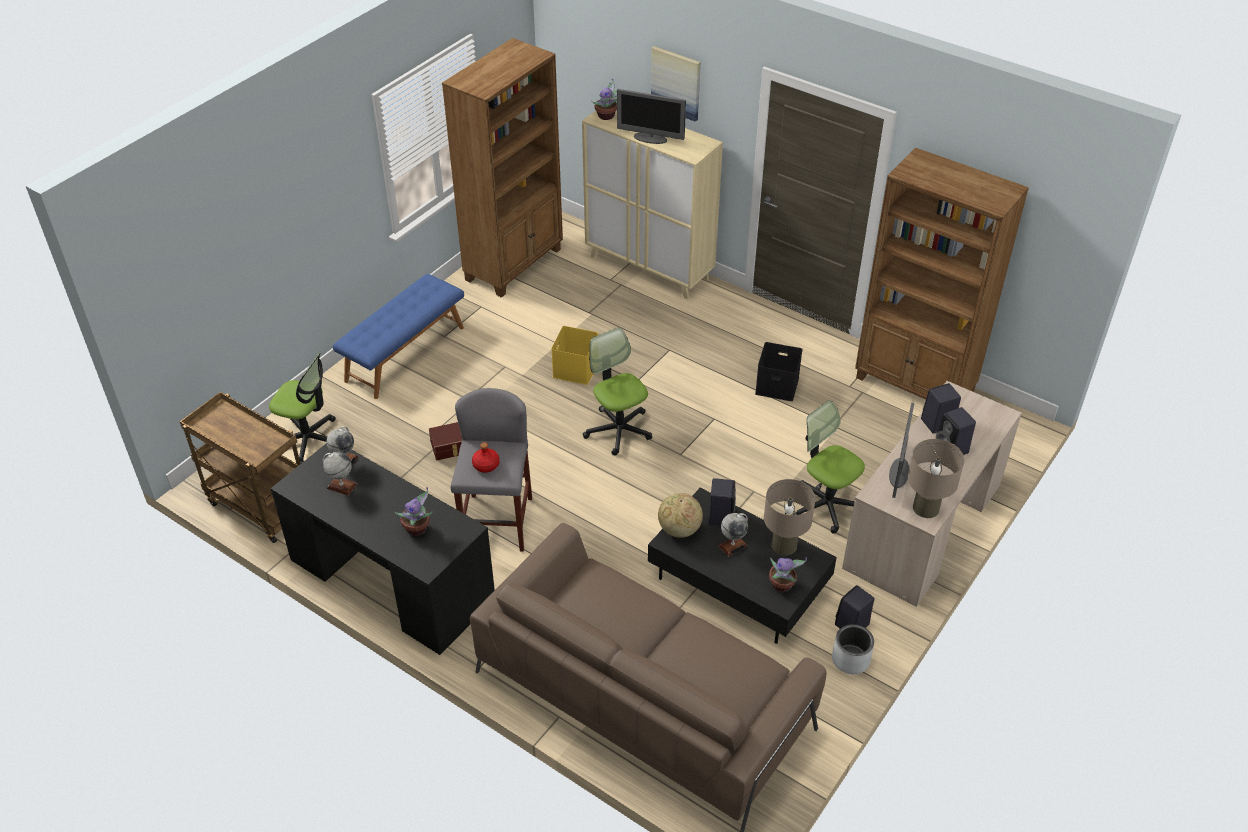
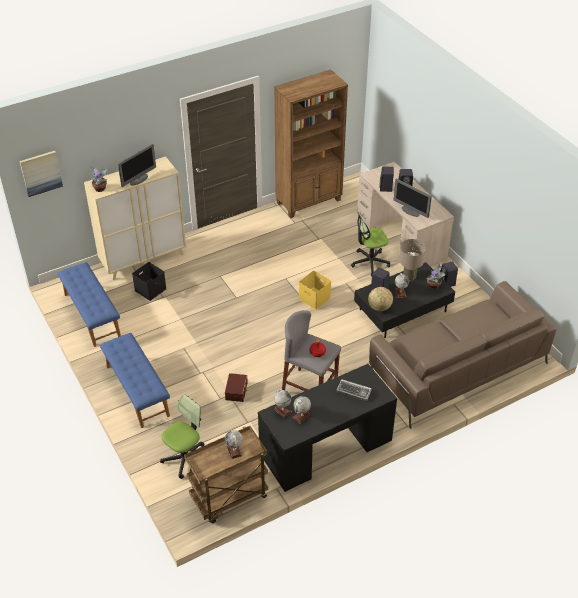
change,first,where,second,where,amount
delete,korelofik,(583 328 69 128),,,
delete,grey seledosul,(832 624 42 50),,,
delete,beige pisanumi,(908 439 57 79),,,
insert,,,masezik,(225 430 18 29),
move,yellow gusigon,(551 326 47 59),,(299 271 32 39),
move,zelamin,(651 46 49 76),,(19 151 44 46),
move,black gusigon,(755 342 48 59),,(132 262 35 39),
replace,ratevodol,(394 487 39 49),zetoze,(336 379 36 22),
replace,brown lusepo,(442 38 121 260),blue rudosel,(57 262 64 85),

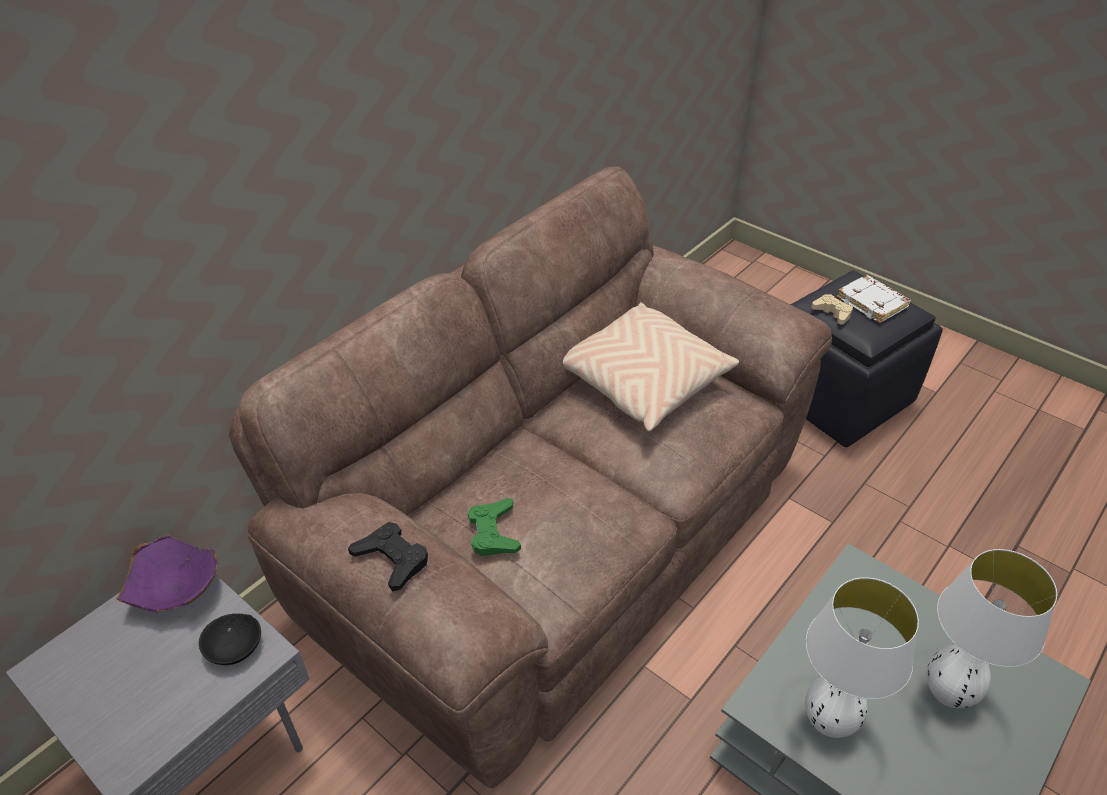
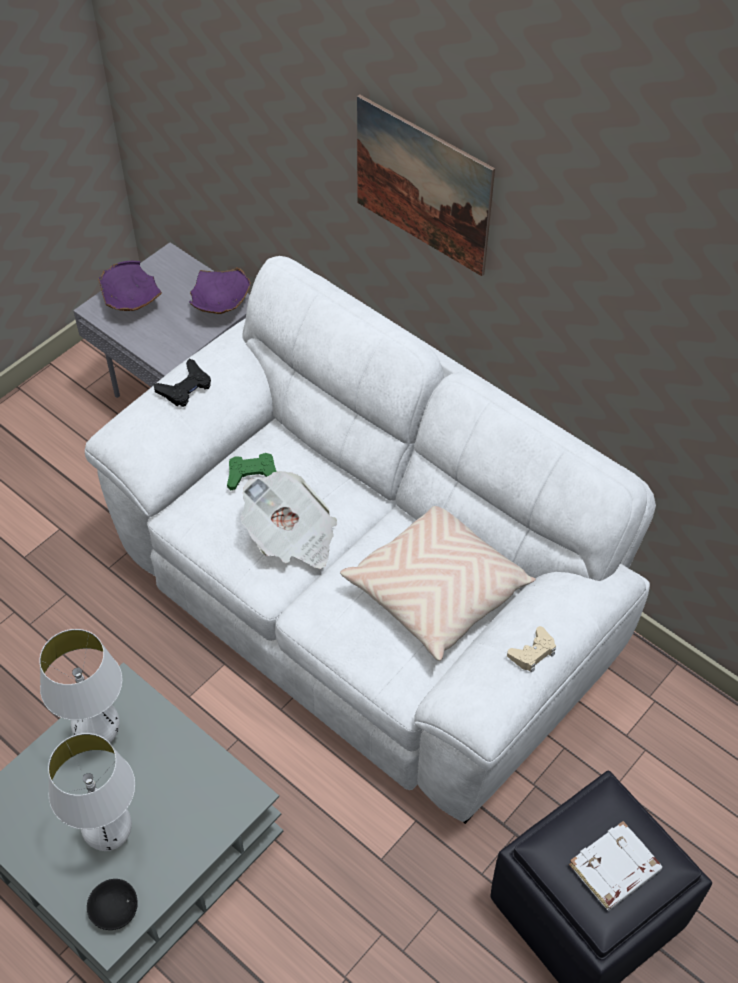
change,first,where,second,where,amount
insert,,,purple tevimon,(99 261 63 50),
insert,,,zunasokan,(240 471 97 98),
insert,,,zelamin,(357 95 138 181),
move,black tevimon,(199 614 62 51),,(87 879 51 51),
move,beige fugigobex,(811 294 42 31),,(507 626 49 46),
recolor,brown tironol,(229 166 603 622),white tironol,(85 256 571 568),

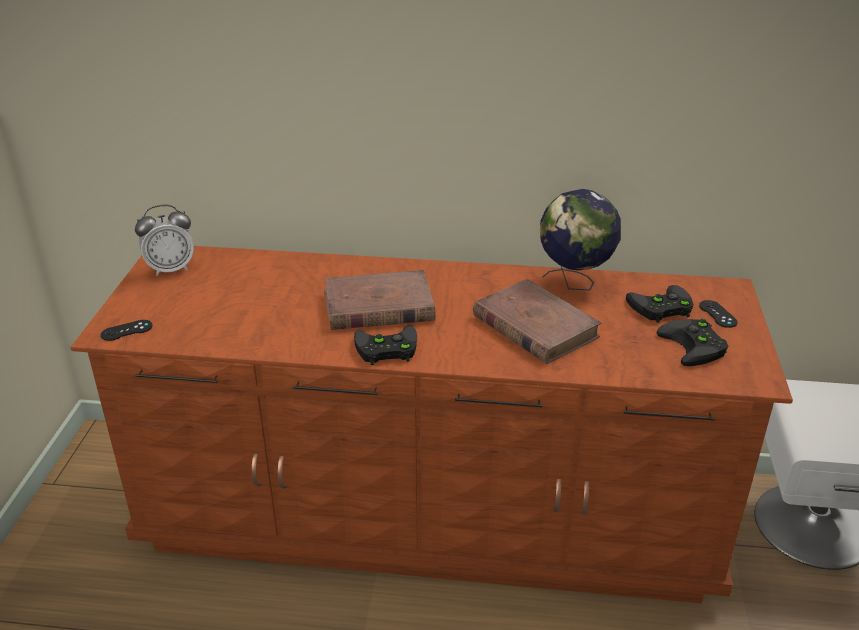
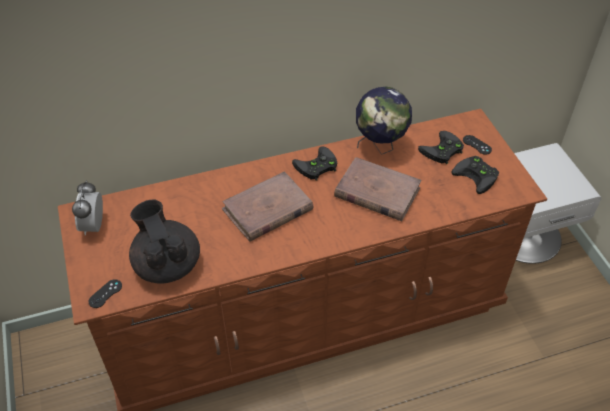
change,first,where,second,where,amount
insert,,,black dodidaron,(129 200 71 84),
move,black fugigobex,(354 325 63 40),,(292 146 45 35),
rotate,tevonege,(135 205 59 71),,(72 181 31 54),135 degrees clockwise

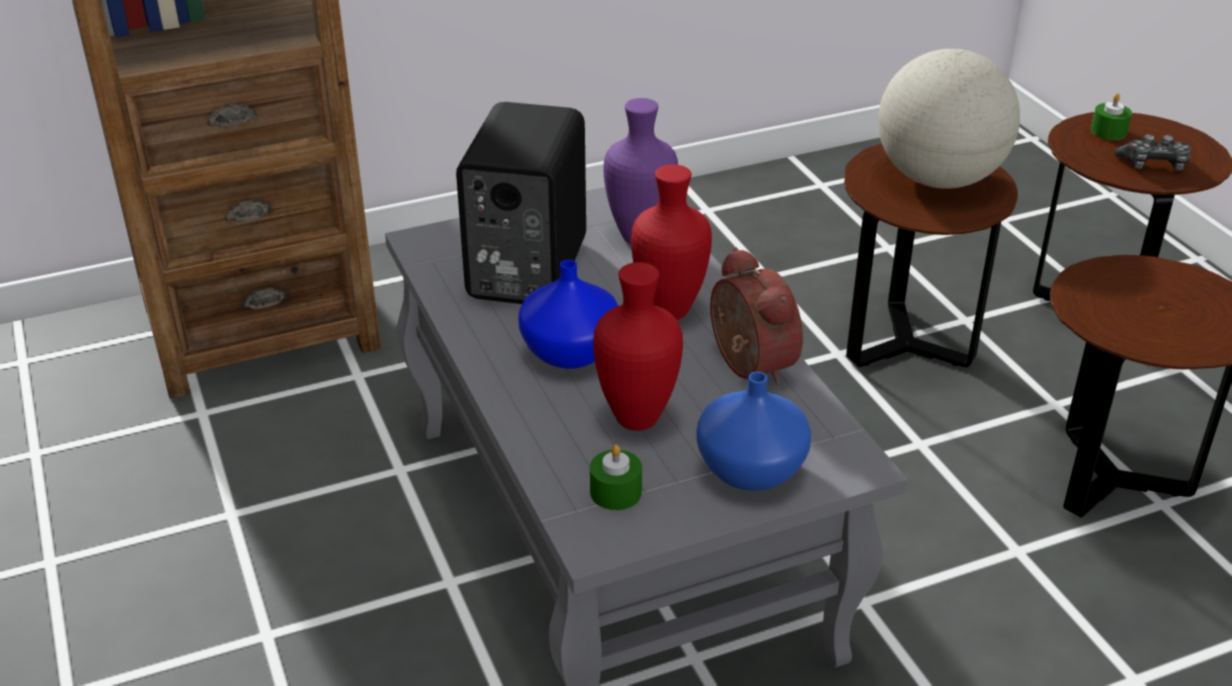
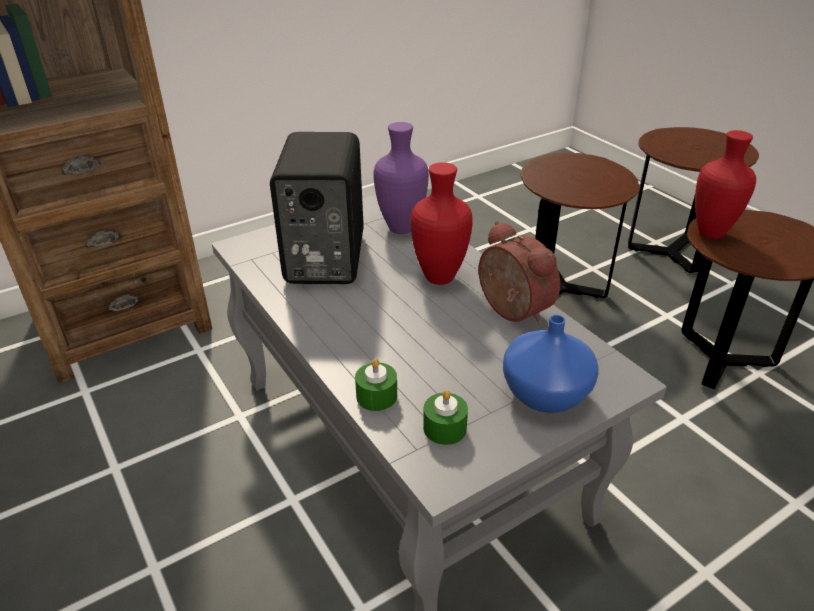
change,first,where,second,where,amount
delete,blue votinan,(518 260 100 109),,,
delete,masezik,(878 49 142 140),,,
delete,fugigobex,(1115 134 77 37),,,
move,red votinan,(593 262 90 169),,(695 130 61 109),
move,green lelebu,(1091 93 41 47),,(355 358 42 53),

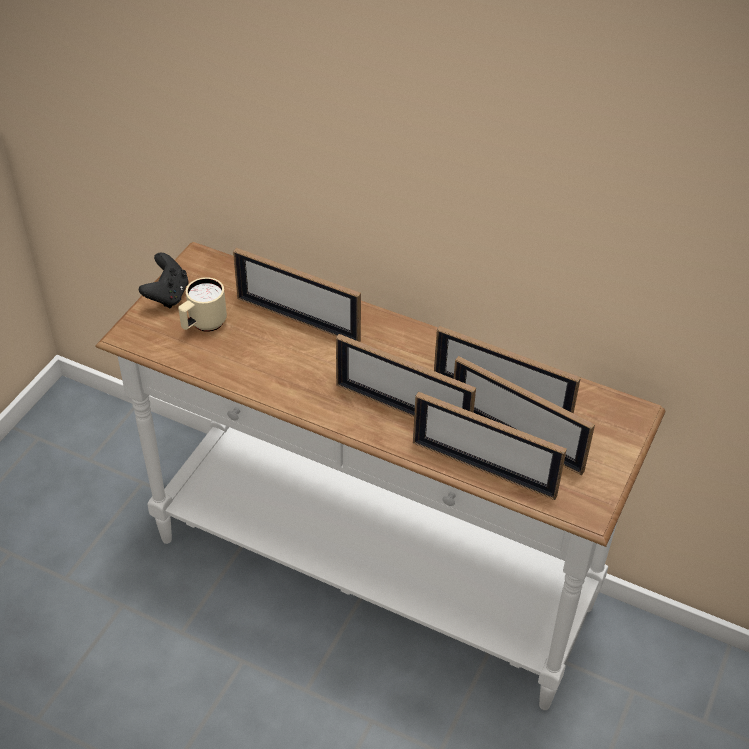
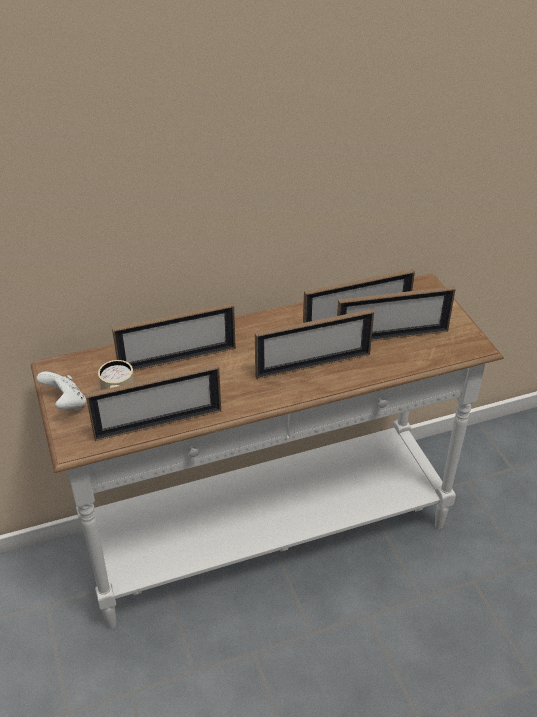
change,first,where,second,where,amount
move,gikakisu,(413 392 154 108),,(85 364 136 77),
recolor,black fugigobex,(139 253 49 55),white fugigobex,(36 371 50 39),

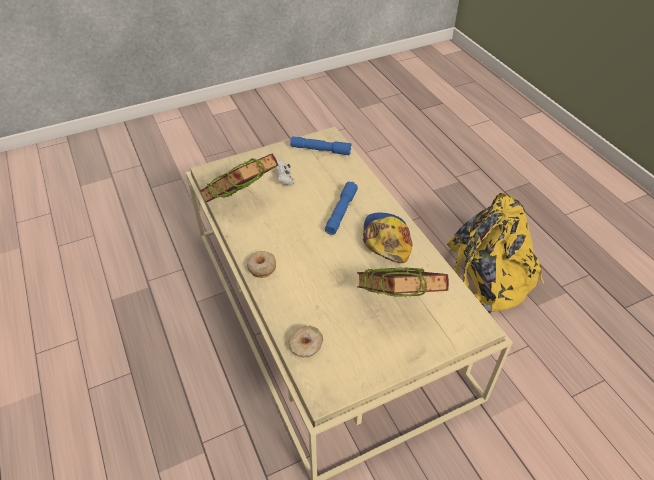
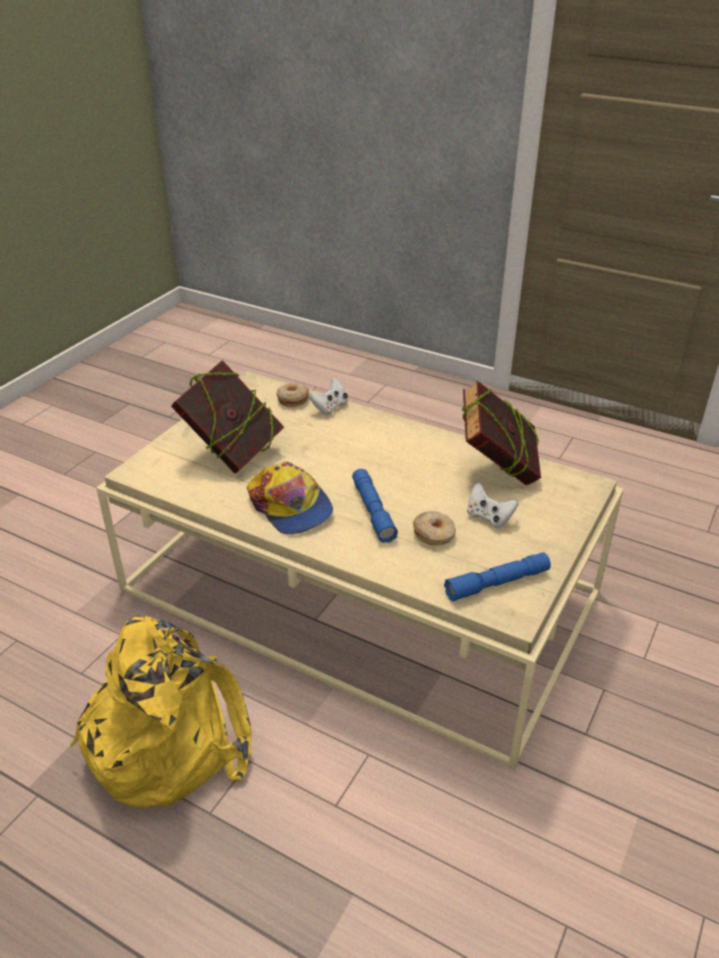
change,first,where,second,where,amount
insert,,,white fugigobex,(309 378 39 37),
move,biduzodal,(247 251 29 27),,(413 511 43 34),

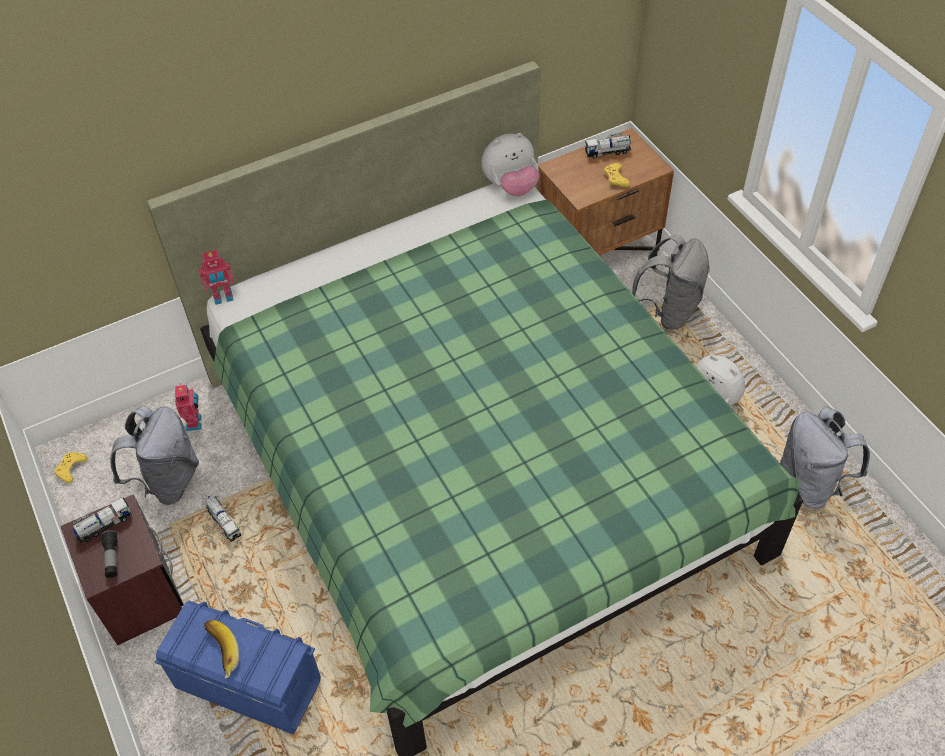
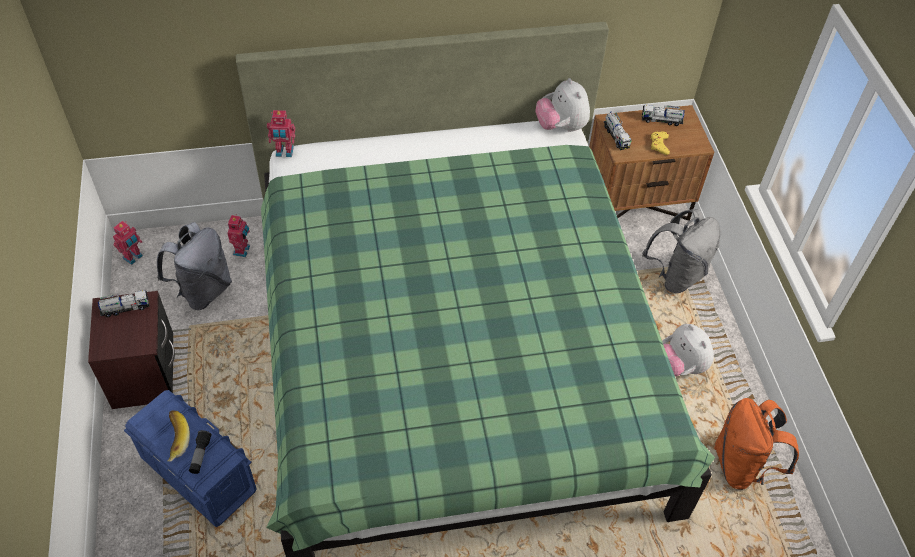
change,first,where,second,where,amount
move,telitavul,(101 530 17 48),,(189 430 23 44),
move,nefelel,(205 495 37 47),,(604 112 28 38),
replace,yellow fugigobex,(55 452 32 31),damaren,(113 221 30 44),
recolor,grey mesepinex,(780 406 90 103),orange mesepinex,(714 398 85 92),
rotate,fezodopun,(481 133 58 63),,(535 78 55 54),75 degrees clockwise

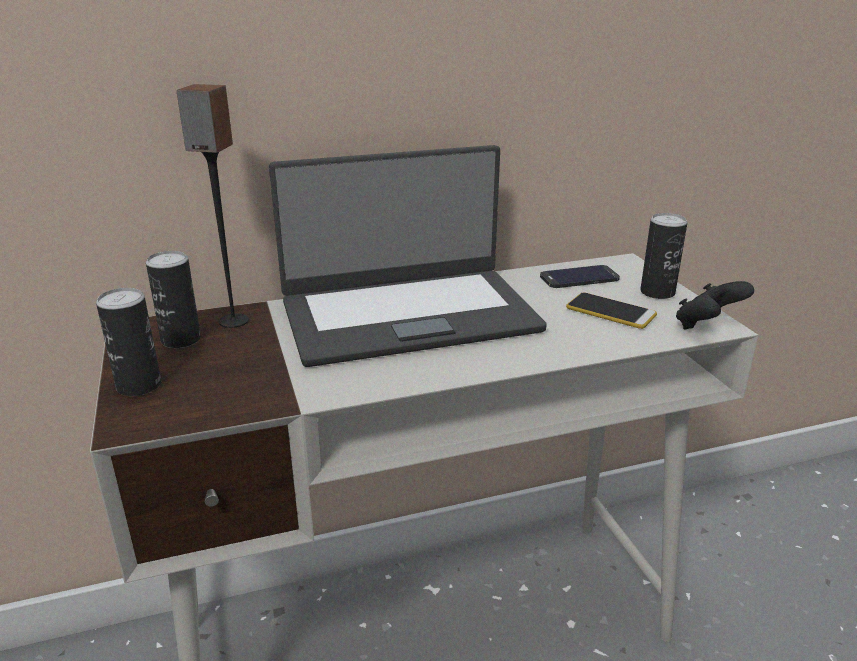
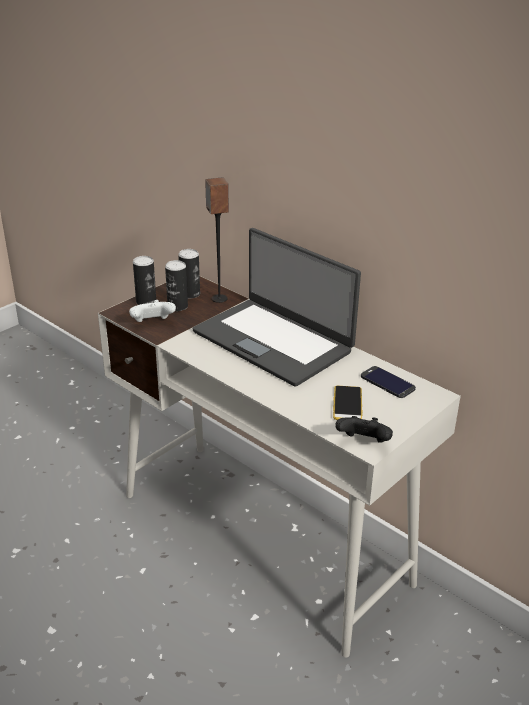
change,first,where,second,where,amount
insert,,,white fugigobex,(129 300 47 22),
move,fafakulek,(640 213 47 86),,(165 260 23 51),

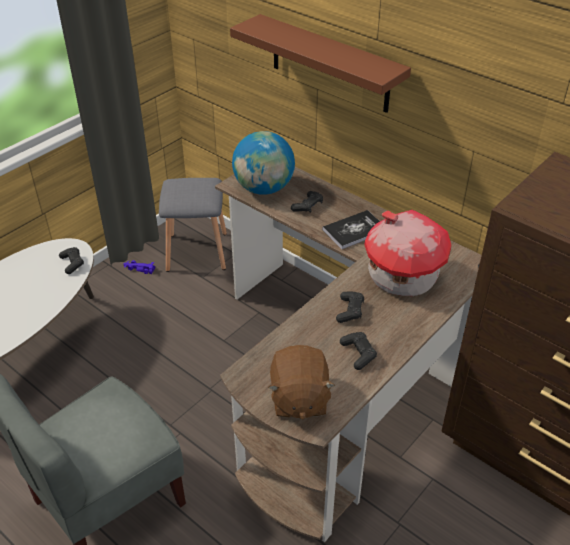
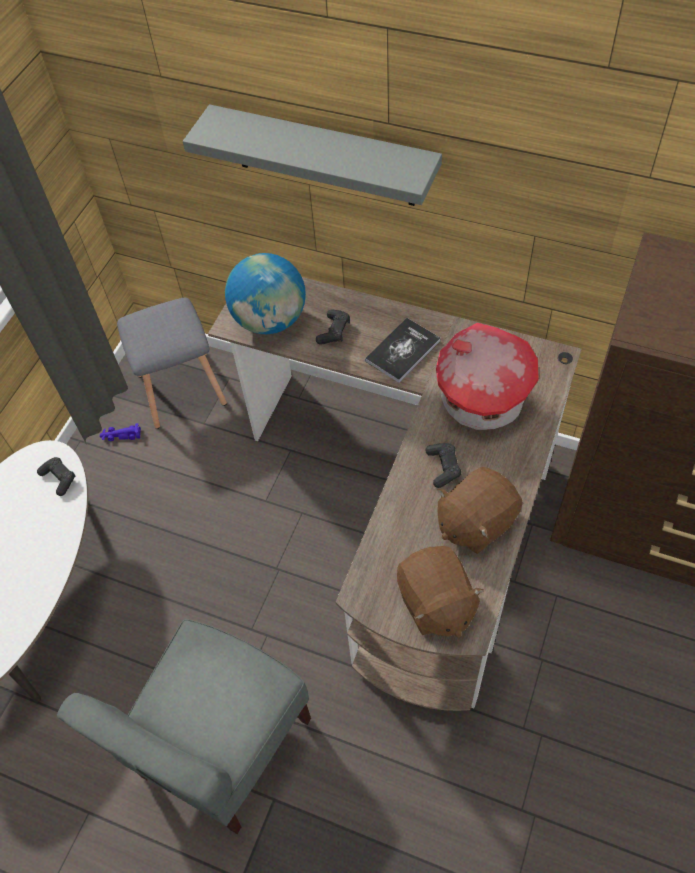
change,first,where,second,where,amount
replace,black fugigobex,(340 332 37 38),brown fezodopun,(437 467 86 87),
recolor,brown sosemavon,(230 14 181 99),grey sosemavon,(183 104 259 102),

